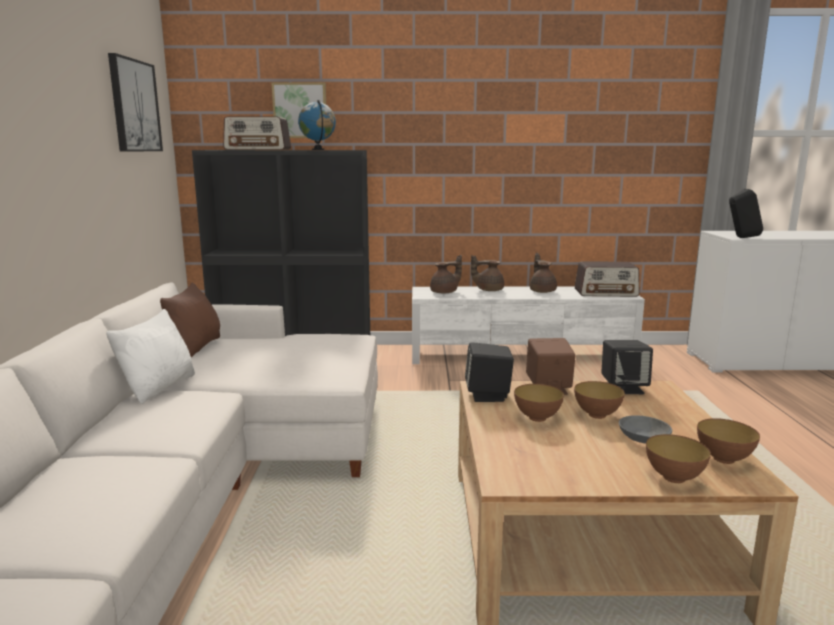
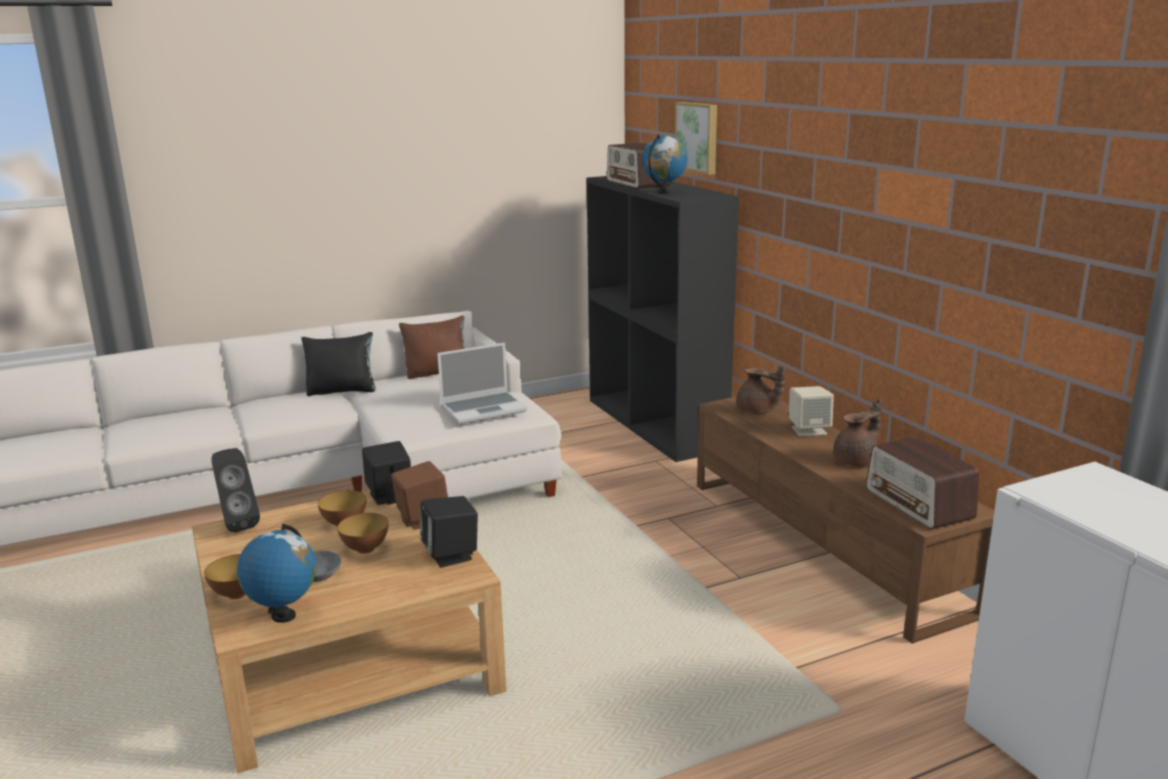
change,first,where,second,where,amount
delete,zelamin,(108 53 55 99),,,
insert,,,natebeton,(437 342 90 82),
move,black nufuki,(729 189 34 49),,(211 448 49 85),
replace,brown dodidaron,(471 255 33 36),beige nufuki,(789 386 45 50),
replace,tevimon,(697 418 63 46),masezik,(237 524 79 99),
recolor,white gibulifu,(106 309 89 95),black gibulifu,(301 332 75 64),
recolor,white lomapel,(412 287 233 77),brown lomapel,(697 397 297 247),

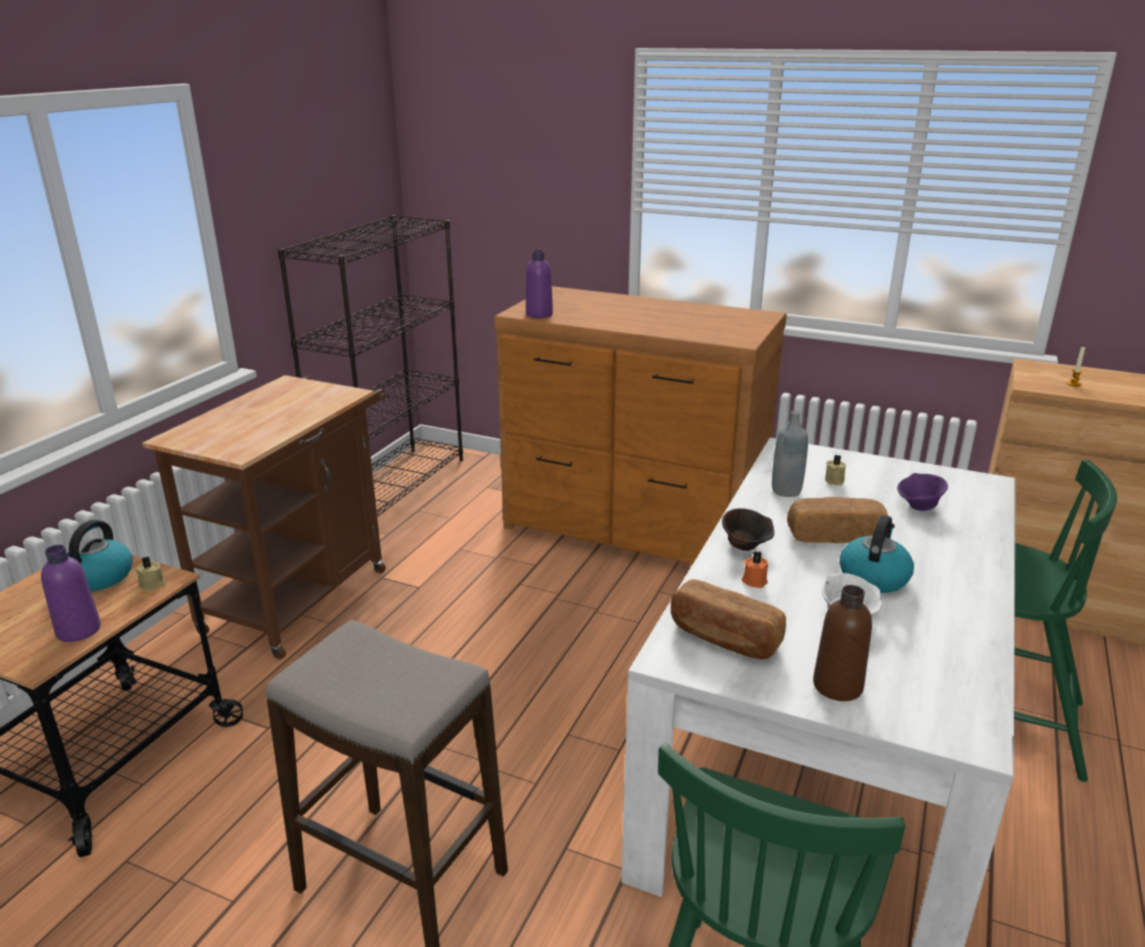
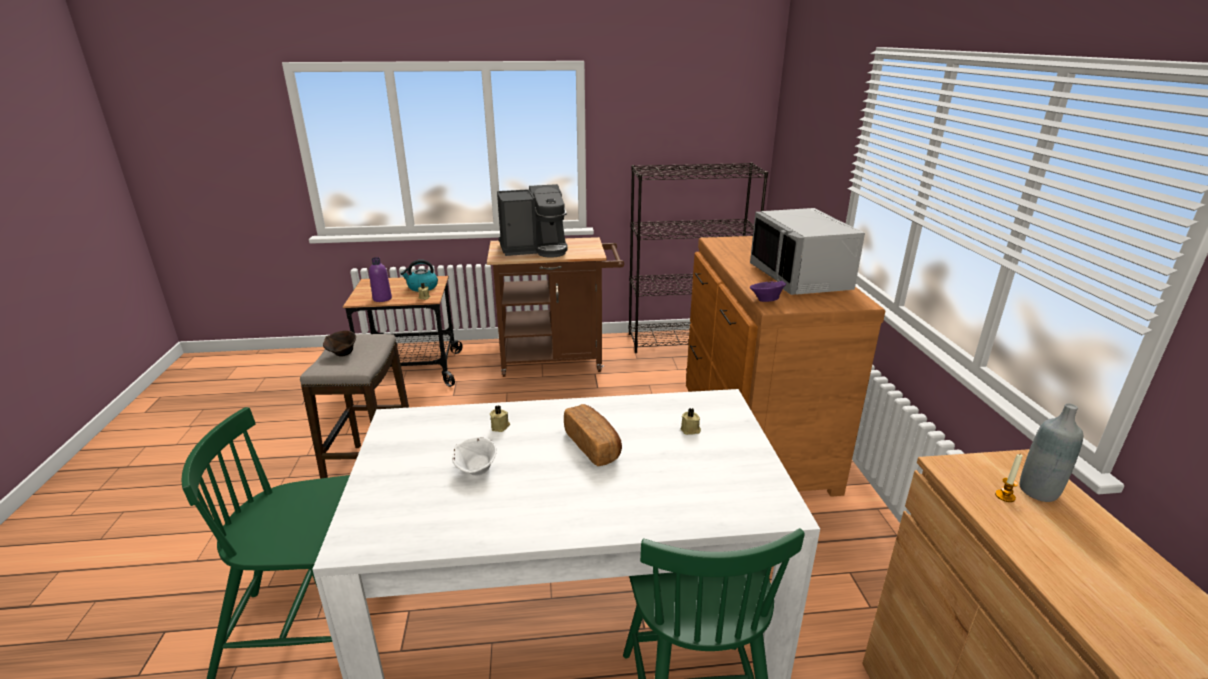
change,first,where,second,where,amount
delete,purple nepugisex,(526 250 27 68),,,
delete,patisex,(671 579 115 81),,,
delete,brown nepugisex,(813 585 59 116),,,
delete,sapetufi,(839 515 75 78),,,
insert,,,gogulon,(497 184 71 74),
insert,,,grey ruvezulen,(750 208 115 87),
move,brown tevimon,(722 508 52 43),,(323 330 33 27),
move,grey nepugisex,(772 411 36 86),,(1020 403 63 99),
move,purple tevimon,(897 473 51 38),,(750 281 36 21),
recolor,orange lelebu,(741 551 27 37),beige lelebu,(490 405 20 27),

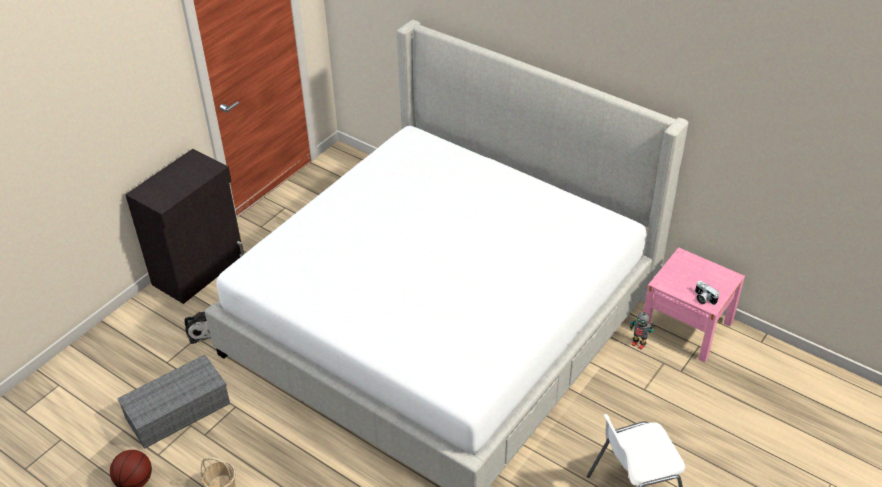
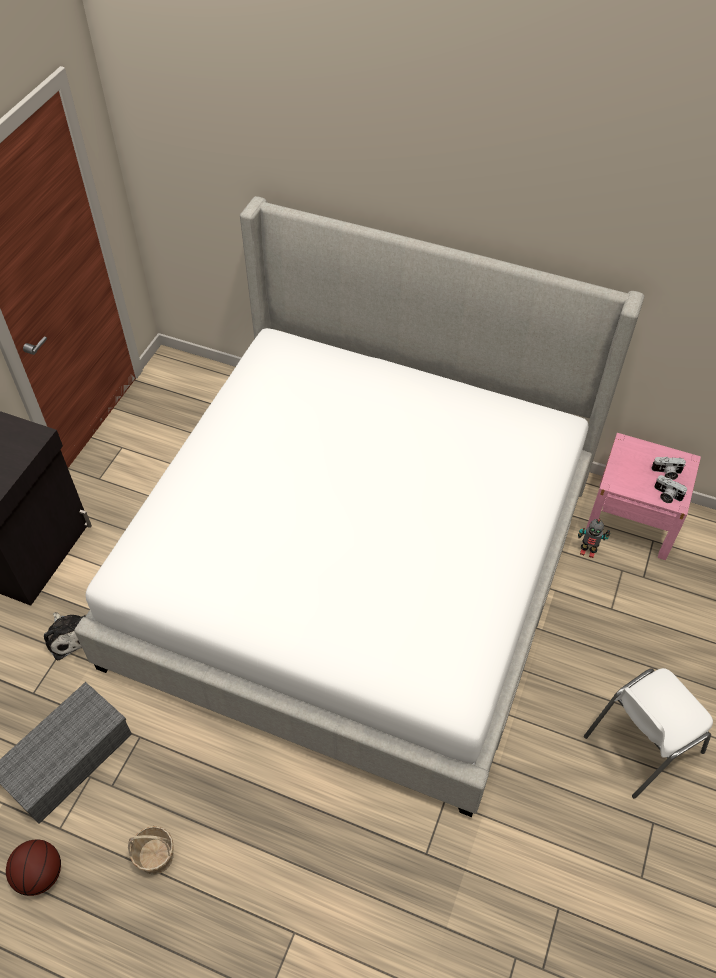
change,first,where,second,where,amount
insert,,,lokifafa,(651 457 35 23),

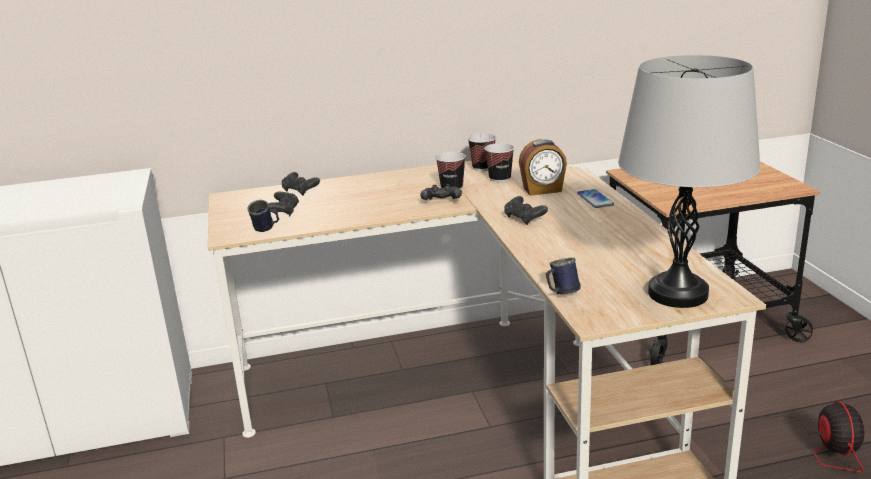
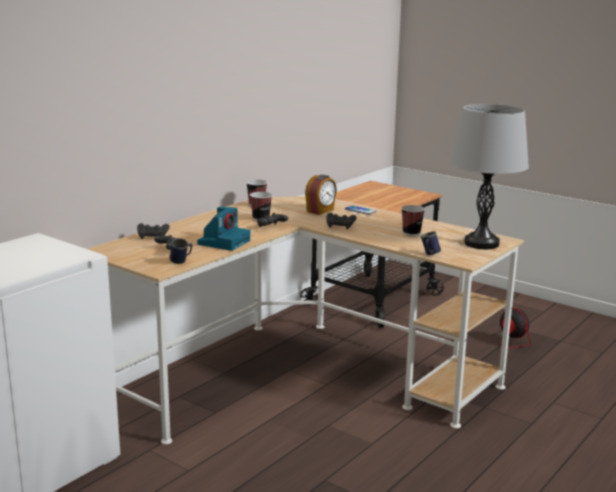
change,first,where,second,where,amount
insert,,,lokifafa,(197 207 53 44),
move,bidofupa,(484 143 30 40),,(401 205 24 31),

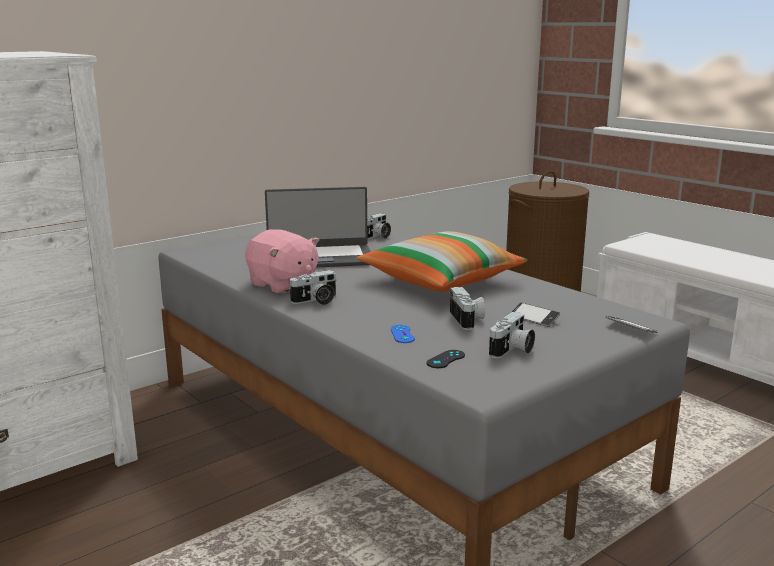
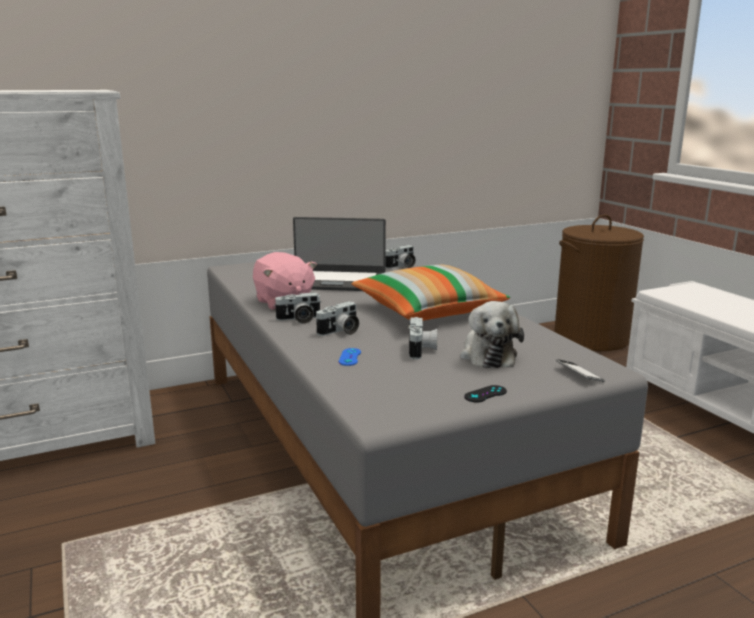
change,first,where,second,where,amount
move,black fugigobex,(427 350 38 18),,(464 385 43 18),
move,lokifafa,(489 312 46 46),,(316 301 43 35),
replace,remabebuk,(512 303 48 24),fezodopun,(460 301 64 67),

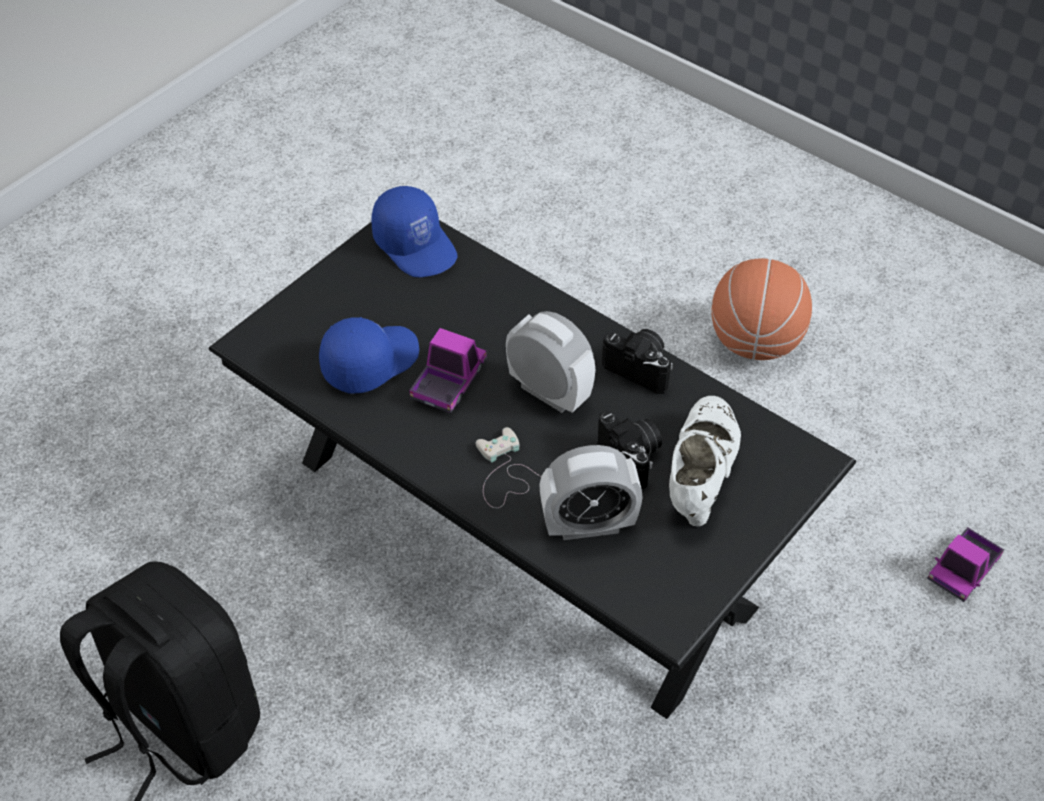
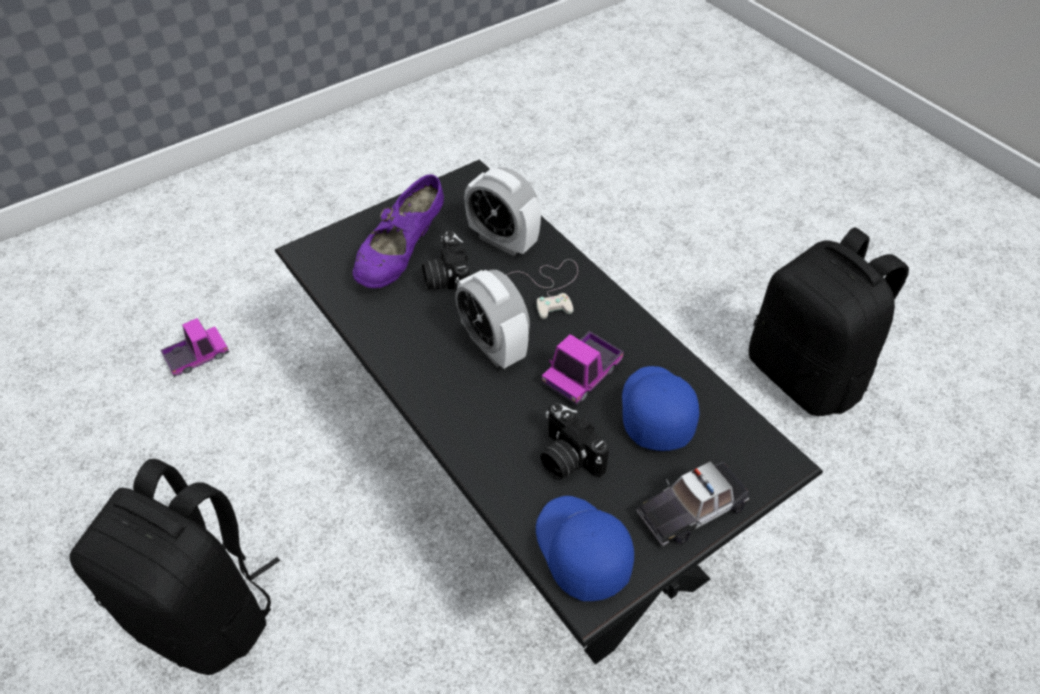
change,first,where,second,where,amount
insert,,,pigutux,(636 461 113 86),
move,lokifafa,(602 329 71 65),,(540 403 69 77),
replace,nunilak,(711 258 101 102),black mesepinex,(69 459 211 216),
recolor,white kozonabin,(669 396 72 130),purple kozonabin,(352 174 92 114),
rotate,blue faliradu,(319 317 100 77),,(622 366 77 85),120 degrees clockwise
rotate,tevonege,(540 445 103 95),,(464 167 77 89),150 degrees counterclockwise

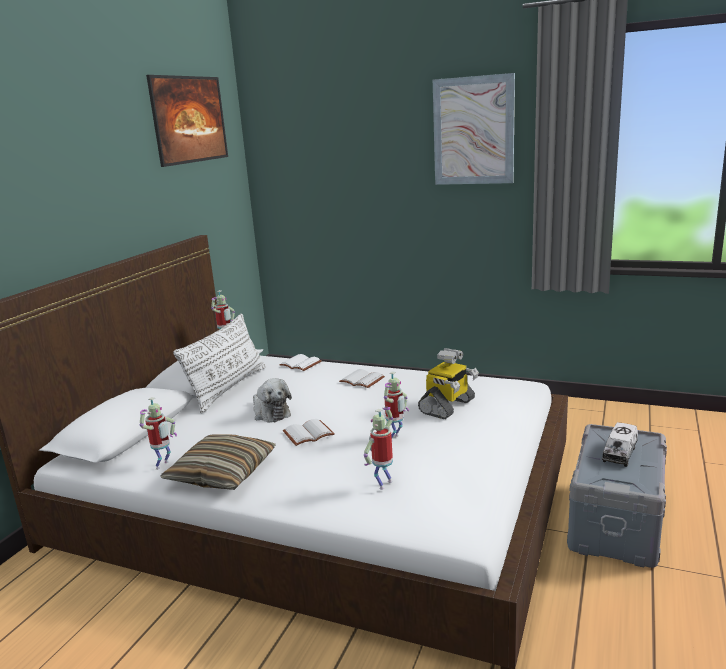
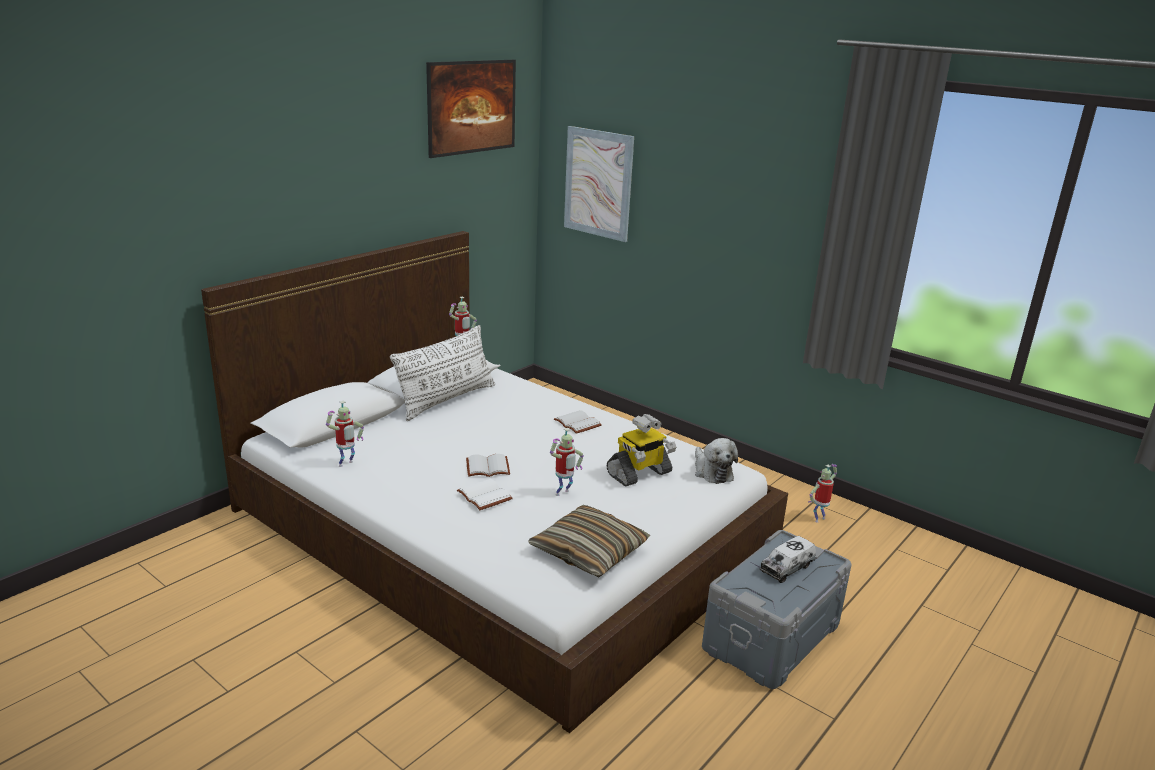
change,first,where,second,where,amount
move,gibulifu,(160 434 116 56),,(528 505 122 72),
move,fezodopun,(253 378 39 45),,(695 438 43 46),
move,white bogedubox,(280 354 42 17),,(457 479 56 31),
move,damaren,(364 407 29 83),,(808 464 29 59),
move,zelamin,(433 73 82 112),,(564 126 70 116),

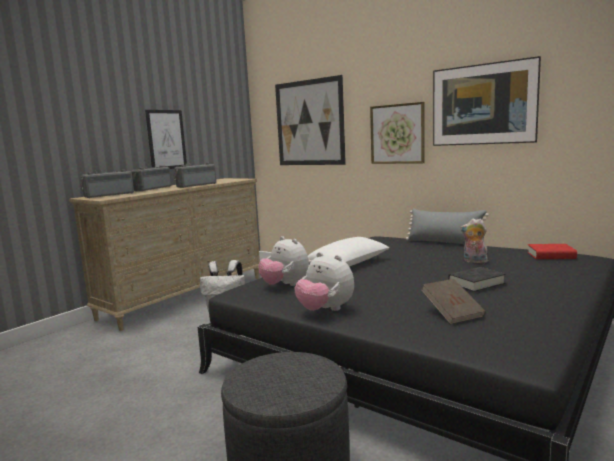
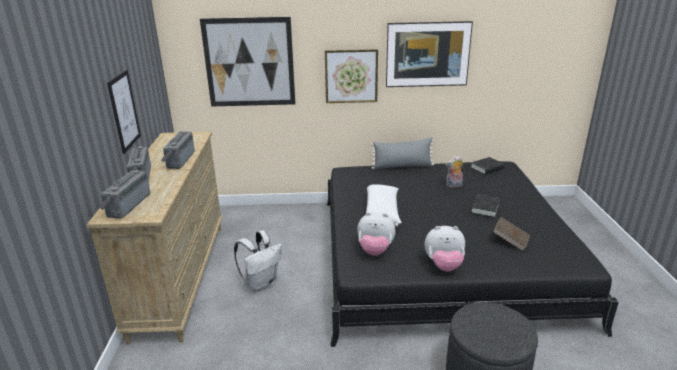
change,first,where,second,where,amount
recolor,red bogedubox,(527 244 50 15),black bogedubox,(471 157 33 18),

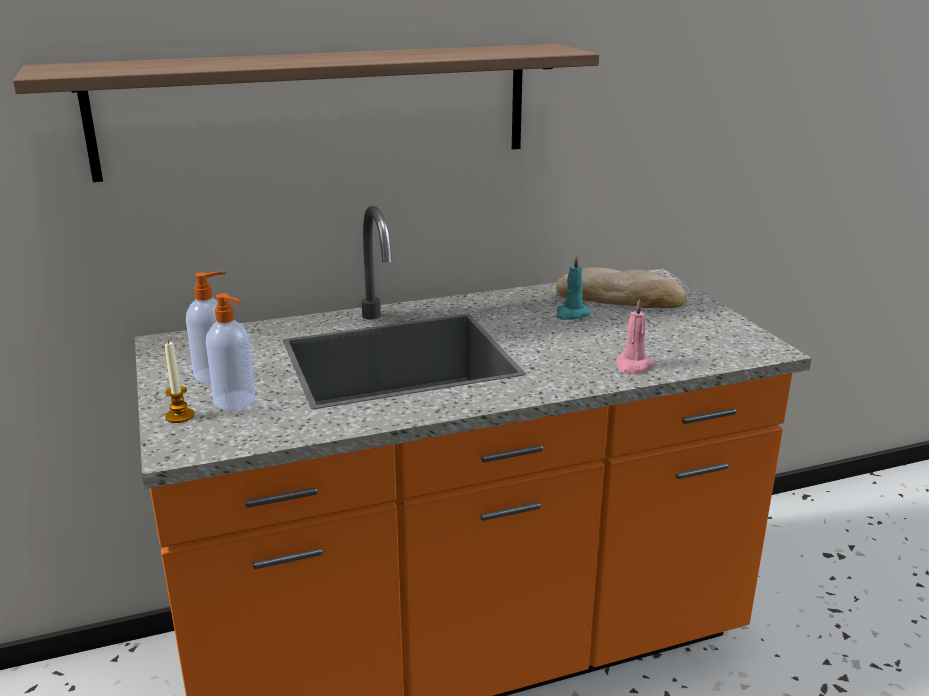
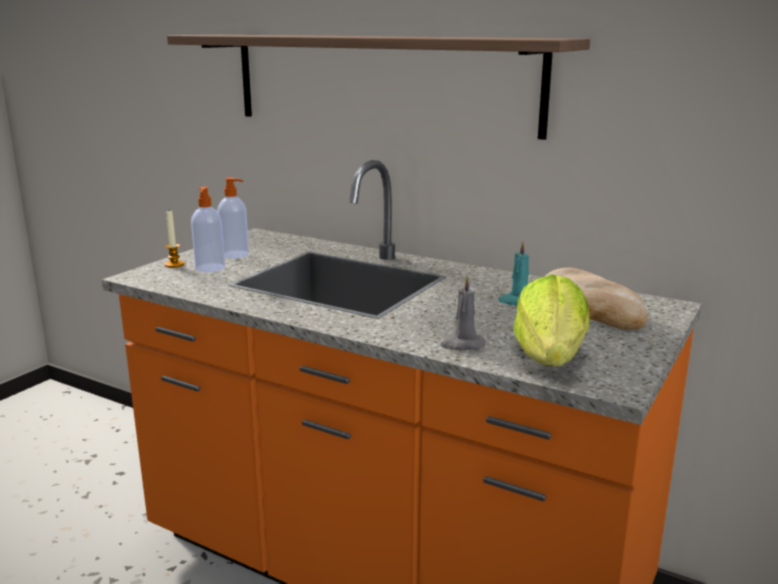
change,first,where,second,where,amount
insert,,,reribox,(514 274 76 92),
recolor,pink lelebu,(615 299 39 75),grey lelebu,(440 276 45 74),

